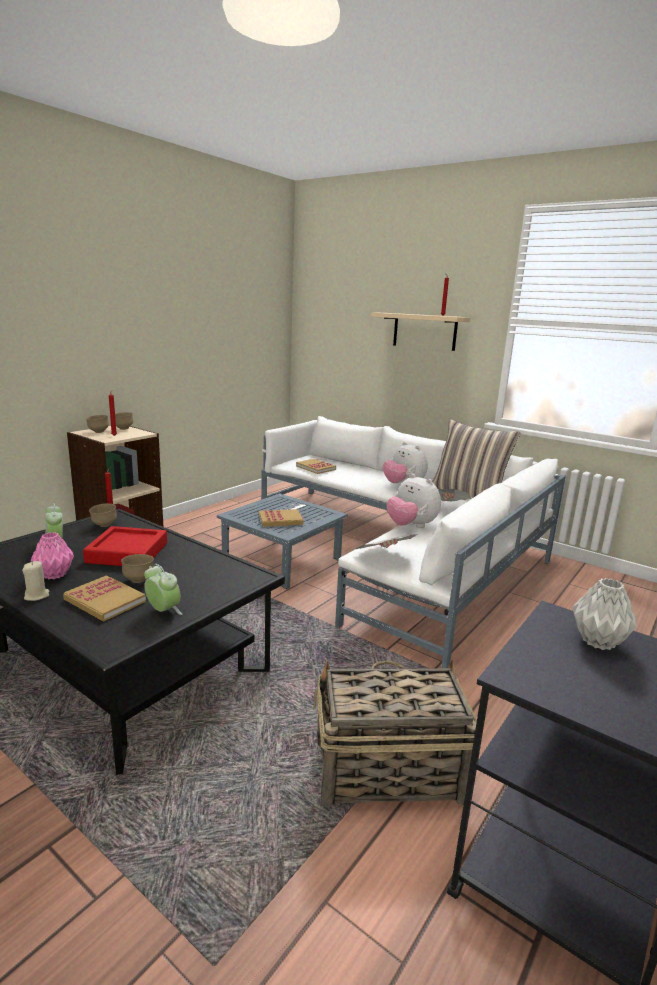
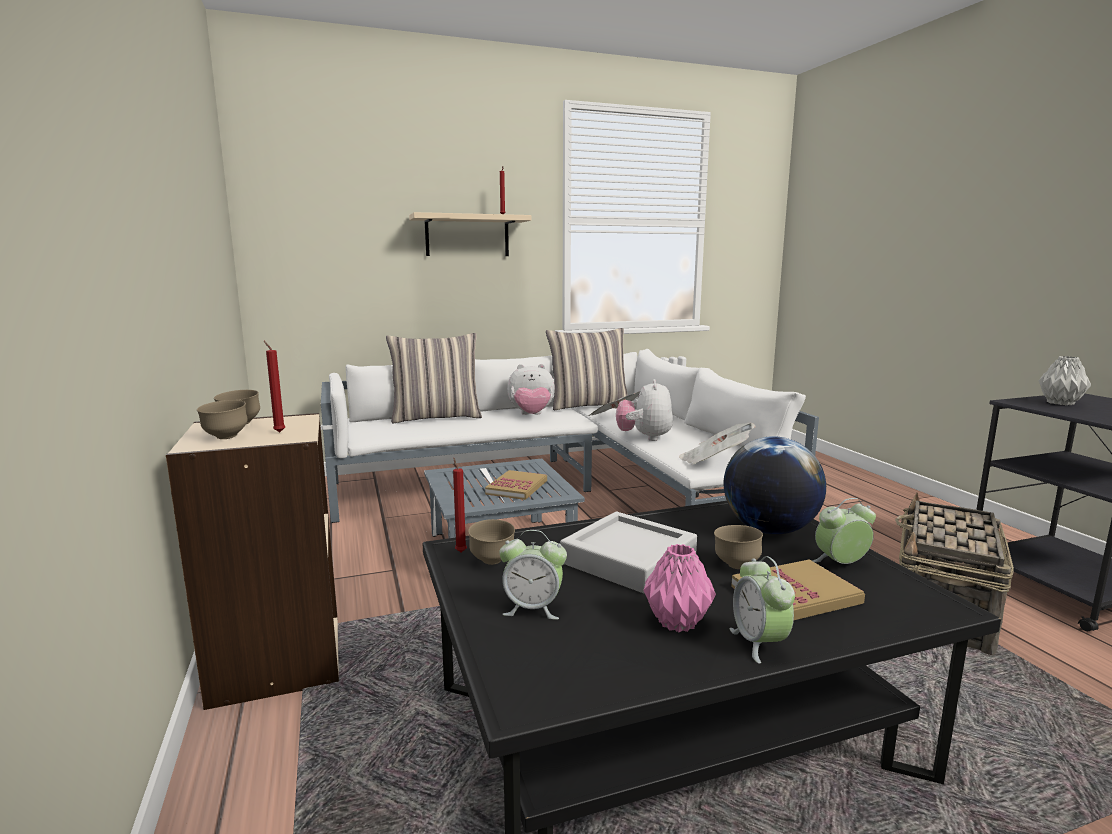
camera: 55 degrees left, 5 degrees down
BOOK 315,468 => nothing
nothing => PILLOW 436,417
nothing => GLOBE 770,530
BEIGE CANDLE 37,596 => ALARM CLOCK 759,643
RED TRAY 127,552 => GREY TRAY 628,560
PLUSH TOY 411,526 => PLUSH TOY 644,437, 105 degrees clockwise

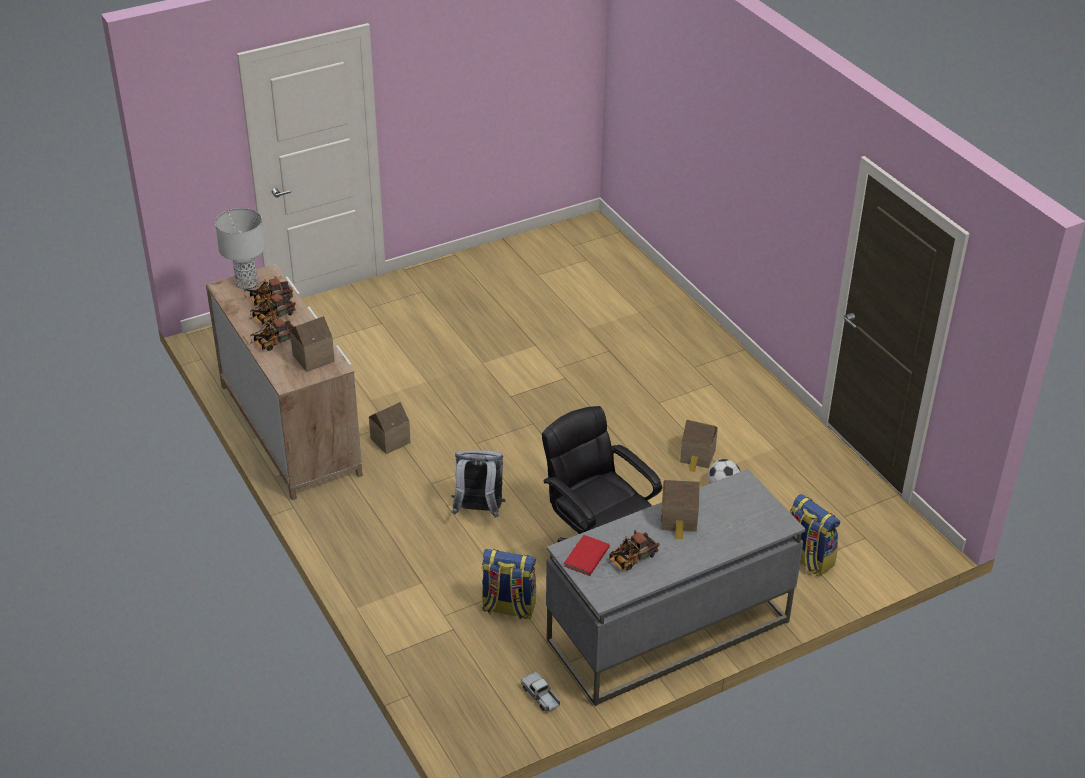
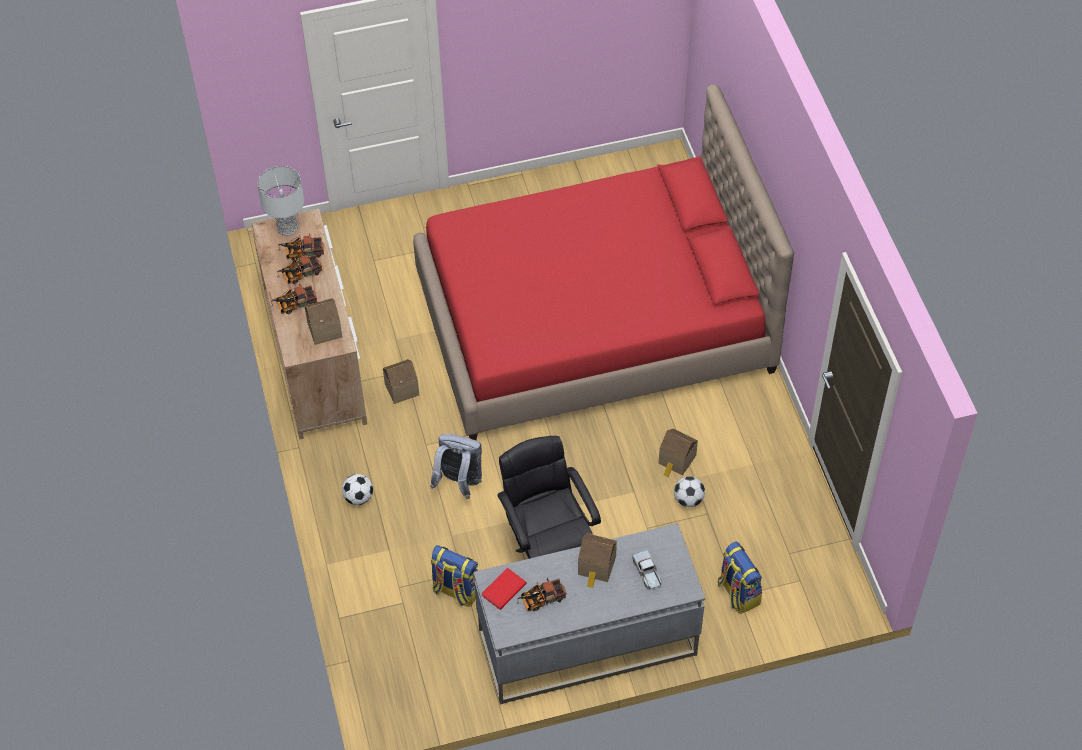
camera: 15 degrees right, 15 degrees up
nothing => FOOTBALL 358,497
nothing => RED BED 594,322
TOY TRUCK 541,696 => TOY TRUCK 647,573, relocated

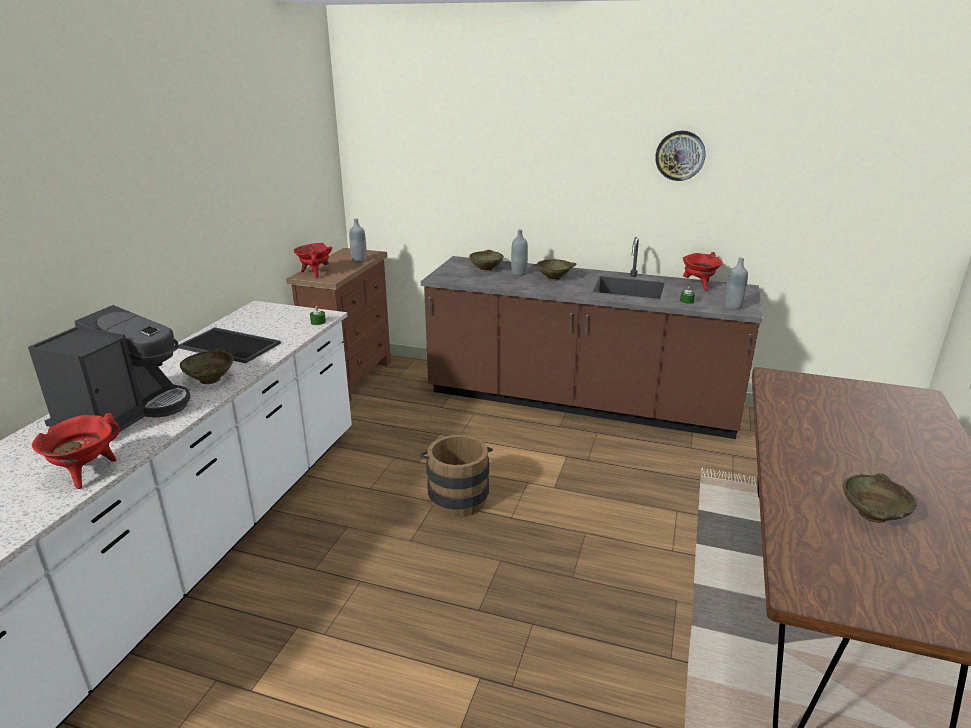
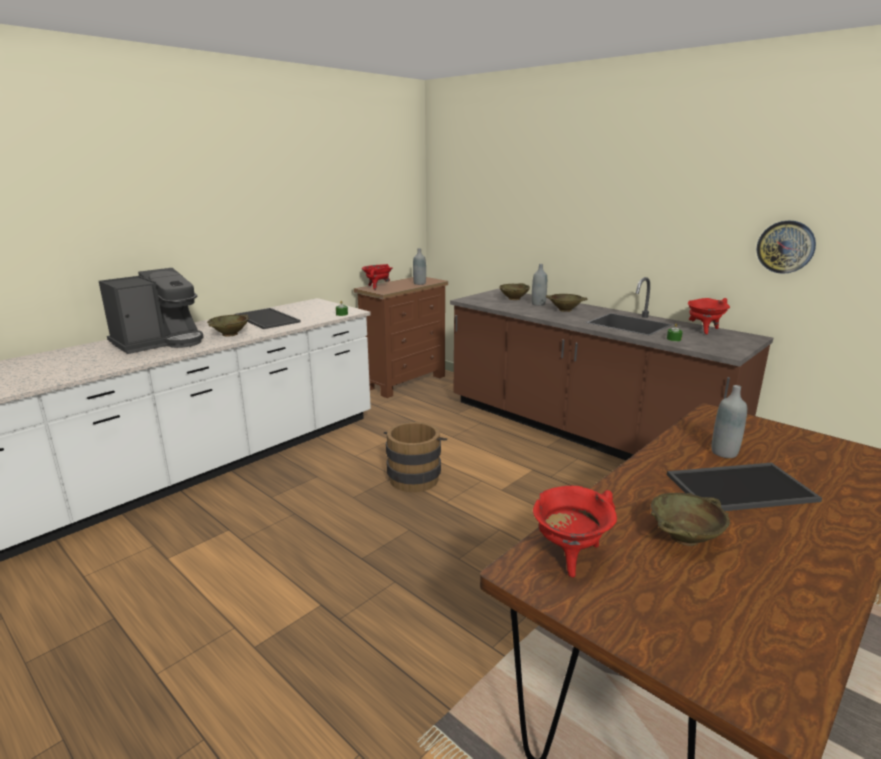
camera: 25 degrees right, 5 degrees down
nothing => TRAY 740,486
RED COOKING POT 86,473 => RED COOKING POT 569,556, relocated
WALL CLOCK 680,155 => WALL CLOCK 785,247, relocated
GREY BOTTLE 733,307 => GREY BOTTLE 724,453, relocated

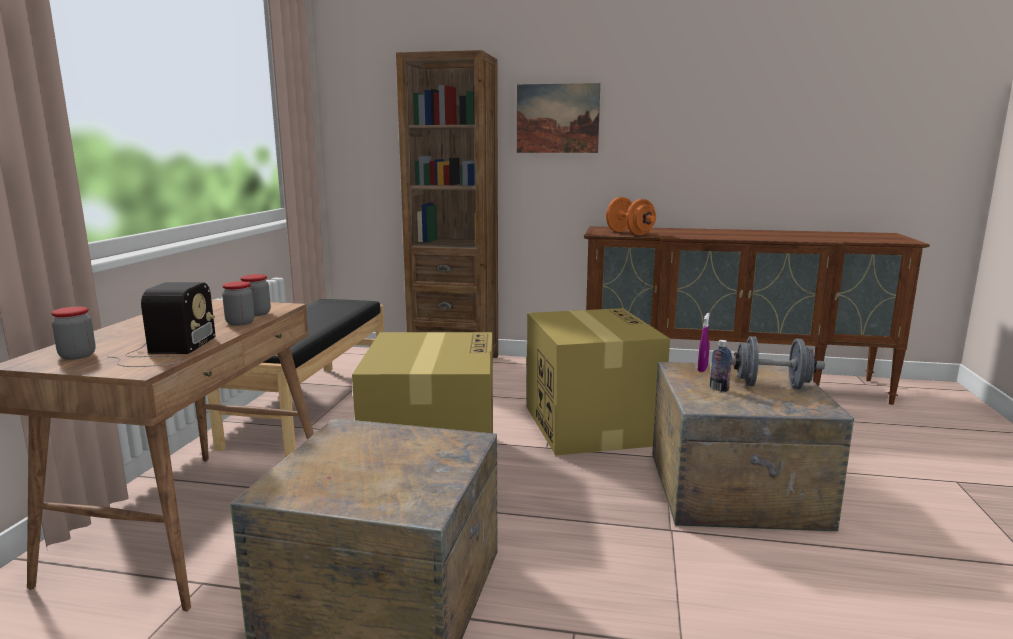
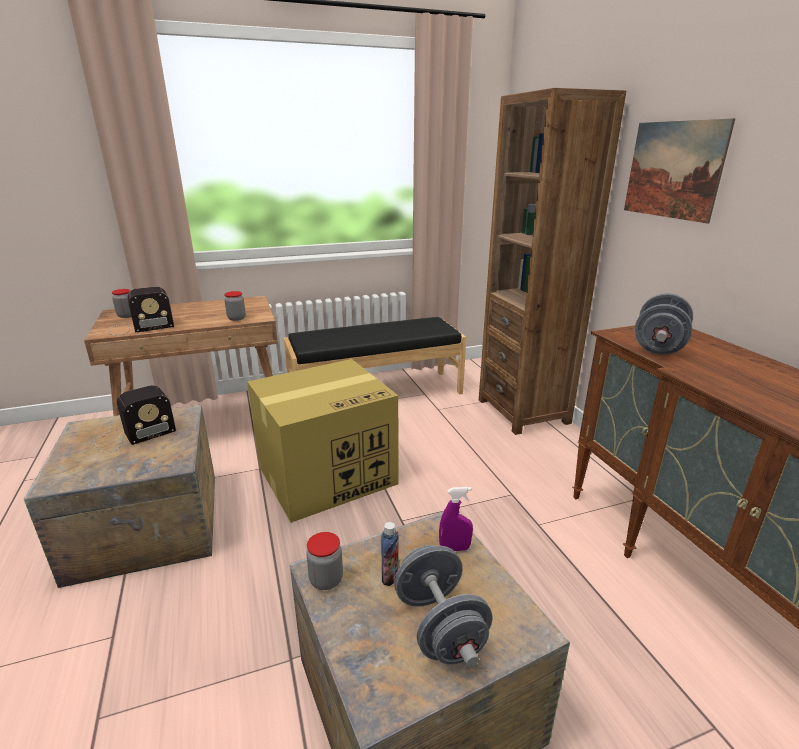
camera: 60 degrees right, 10 degrees up
CARDBOARD BOX 589,424 => nothing
nothing => RADIO 132,436
JAR 240,323 => JAR 326,580, relocated
ORANGE DUMBBELL 629,233 => GREY DUMBBELL 658,346

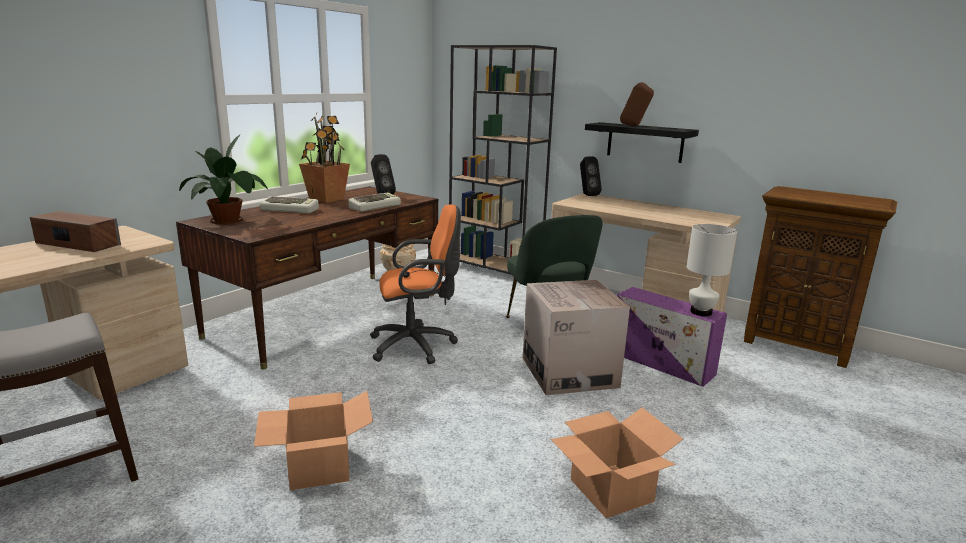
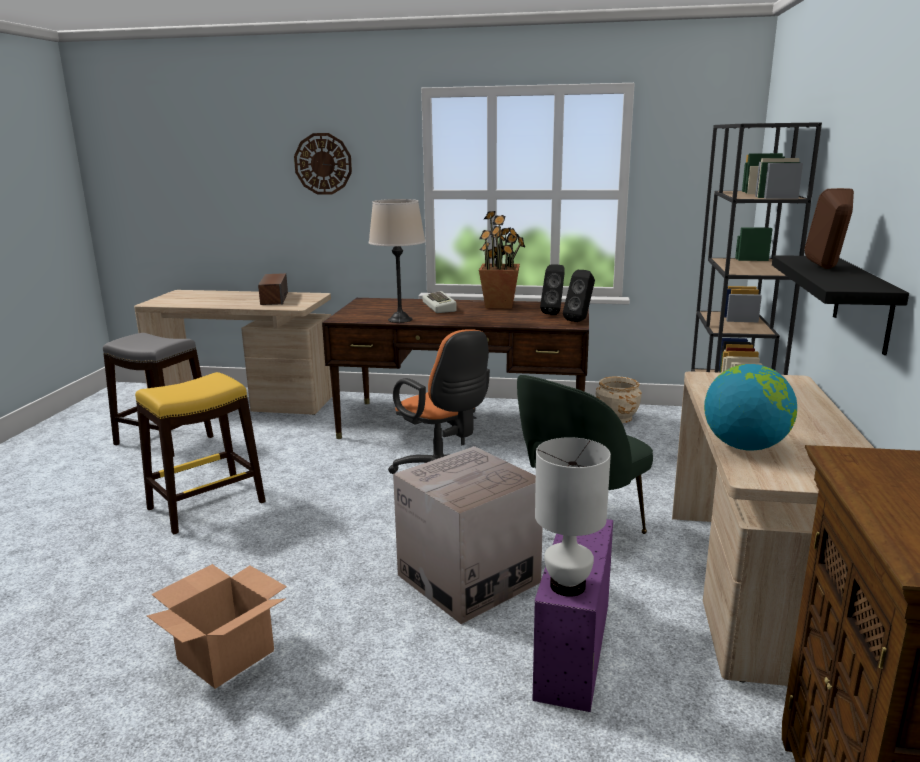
camera: 65 degrees right, 0 degrees up
POTTED PLANT 229,220 => nothing
KEYBOARD 374,206 => nothing
nothing => WALL CLOCK 323,164
nothing => BEIGE TABLE LAMP 400,319
nothing => GLOBE 745,446
BLACK SPEAKER 587,195 => BLACK SPEAKER 580,320, relocated
CARDBOARD BOX 320,467 => YELLOW STOOL 207,505

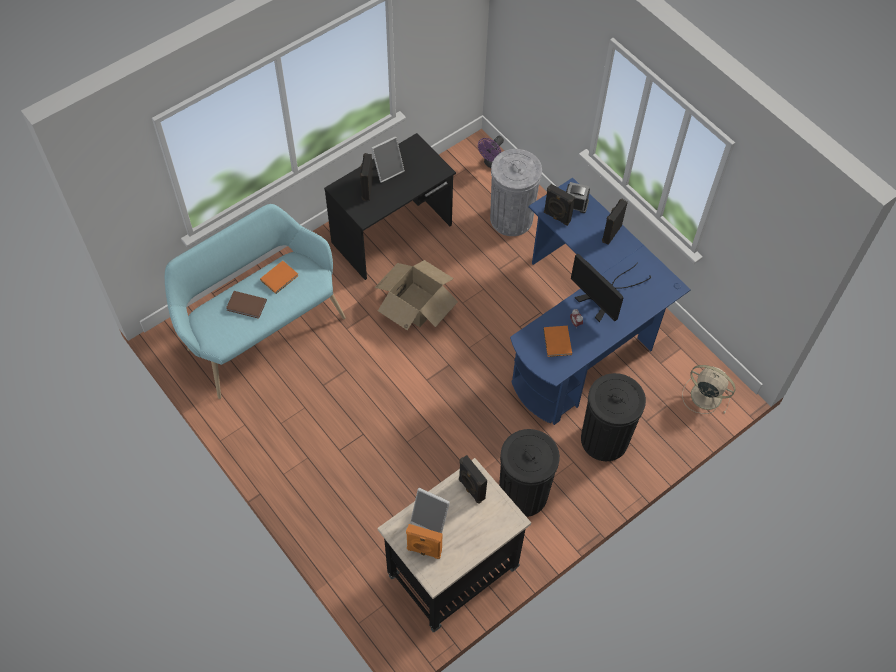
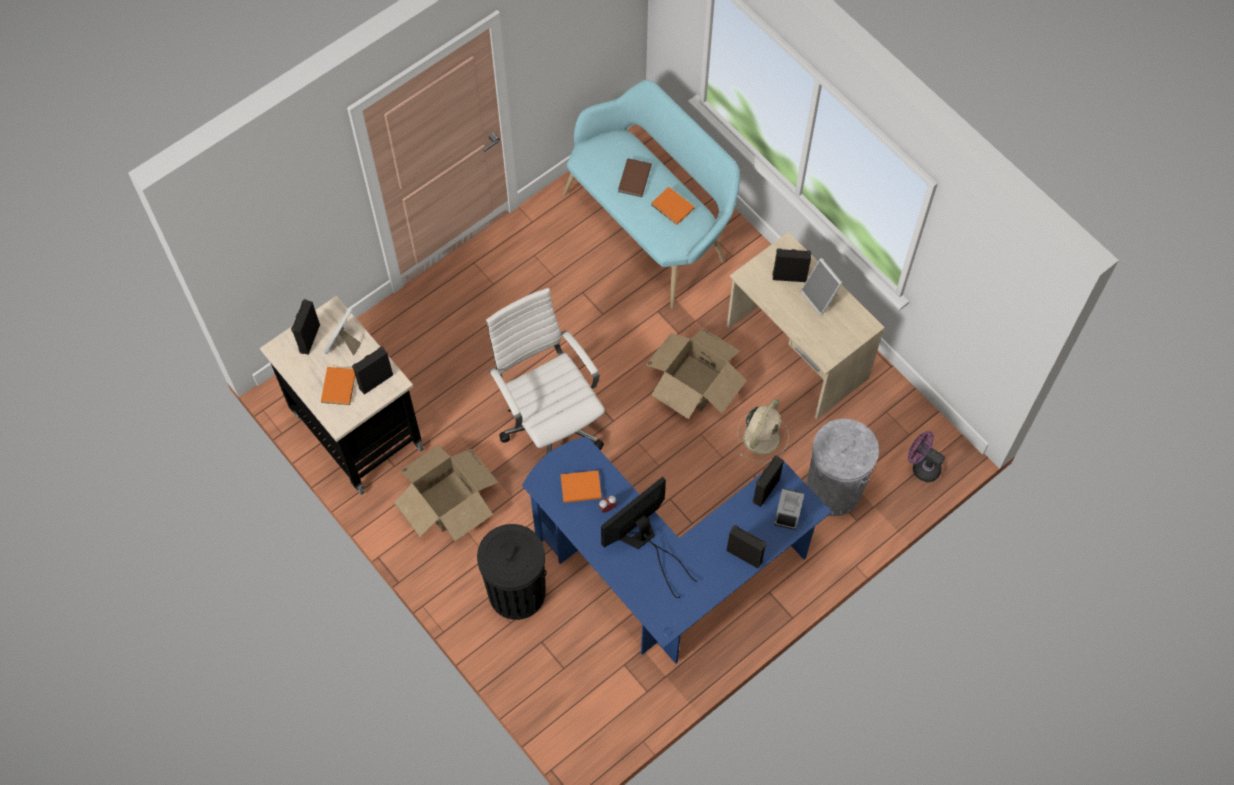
camera: 90 degrees right, 5 degrees up
nothing => ORANGE BOOK 339,386
nothing => WHITE OFFICE CHAIR 550,424
BEIGE FAN 705,395 => BEIGE FAN 762,436, relocated
BLACK TRASH CAN 523,494 => CARDBOARD BOX 448,501
BLACK DESK 393,234 => BEIGE DESK 796,353
ORANGE SPEAKER 424,551 => BLACK SPEAKER 308,338

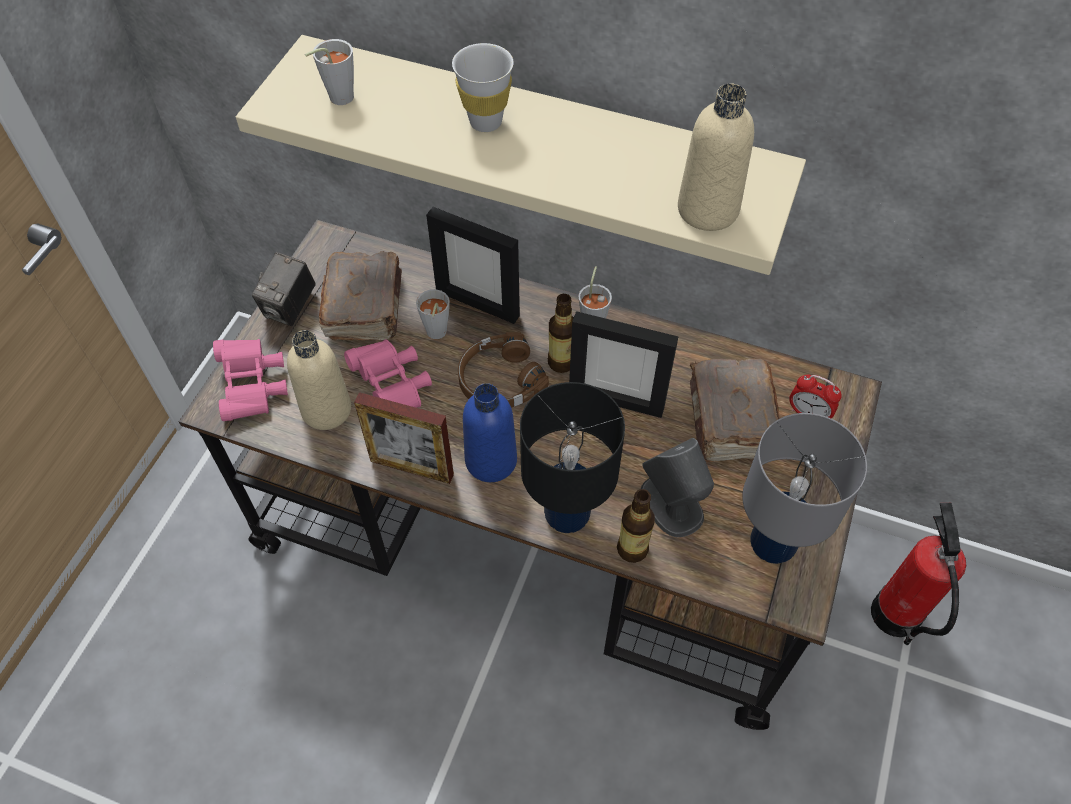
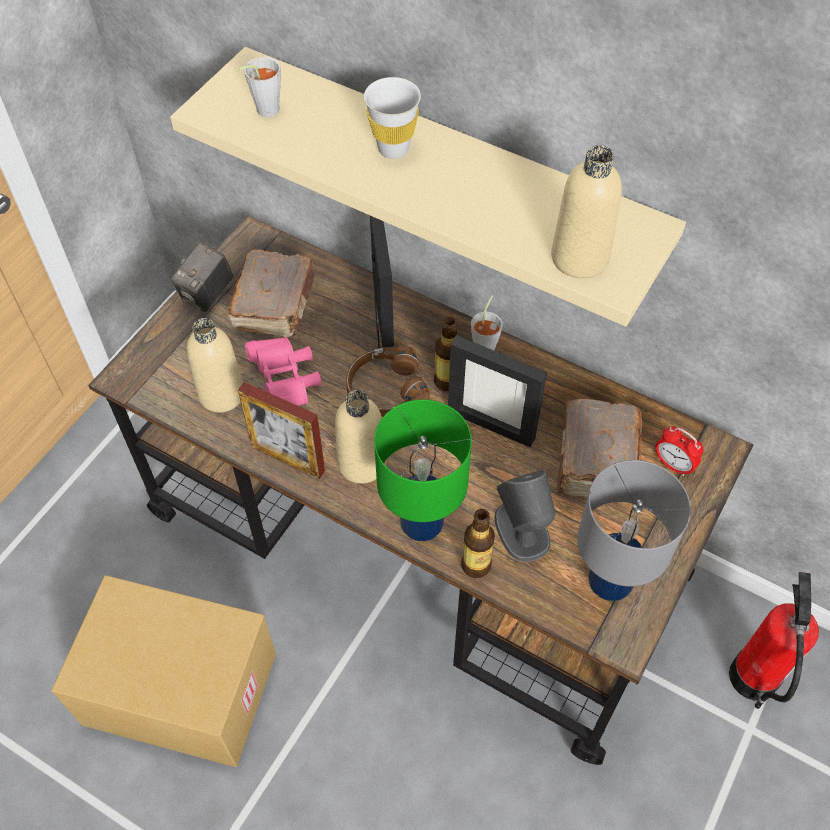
camera: 10 degrees right, 0 degrees up
PINK BINOCULARS 253,387 => nothing
GREY CUP 435,335 => nothing
nothing => CARDBOARD BOX 178,691
BLUE BOTTLE 491,460 => BEIGE BOTTLE 362,463
BLACK TABLE LAMP 567,512 => GREEN TABLE LAMP 422,522
PICTURE FRAME 478,302 => PICTURE FRAME 381,313, 135 degrees counterclockwise

